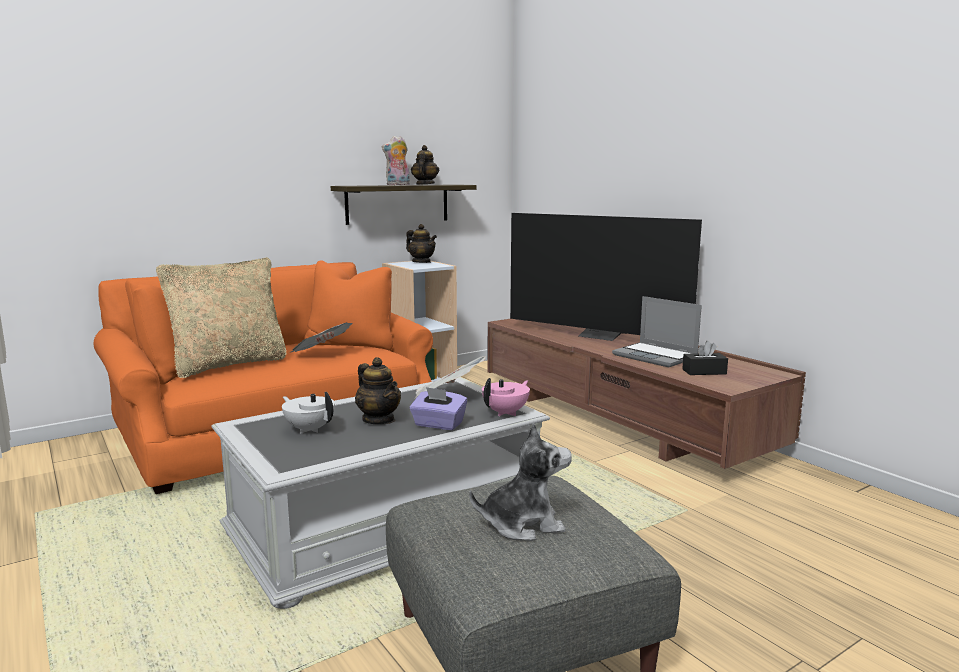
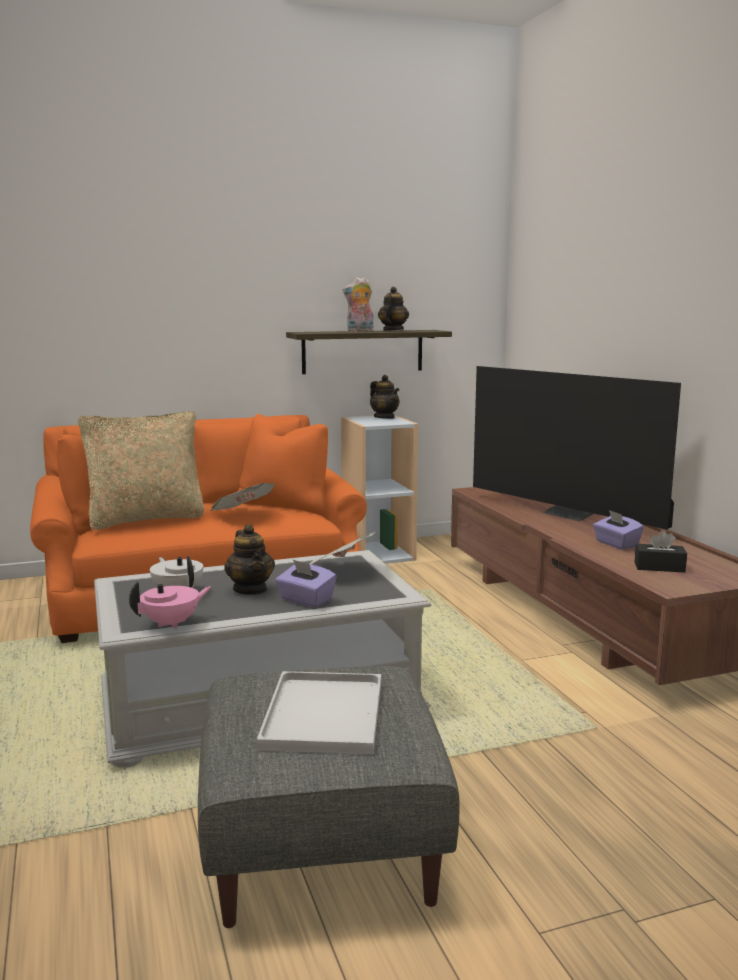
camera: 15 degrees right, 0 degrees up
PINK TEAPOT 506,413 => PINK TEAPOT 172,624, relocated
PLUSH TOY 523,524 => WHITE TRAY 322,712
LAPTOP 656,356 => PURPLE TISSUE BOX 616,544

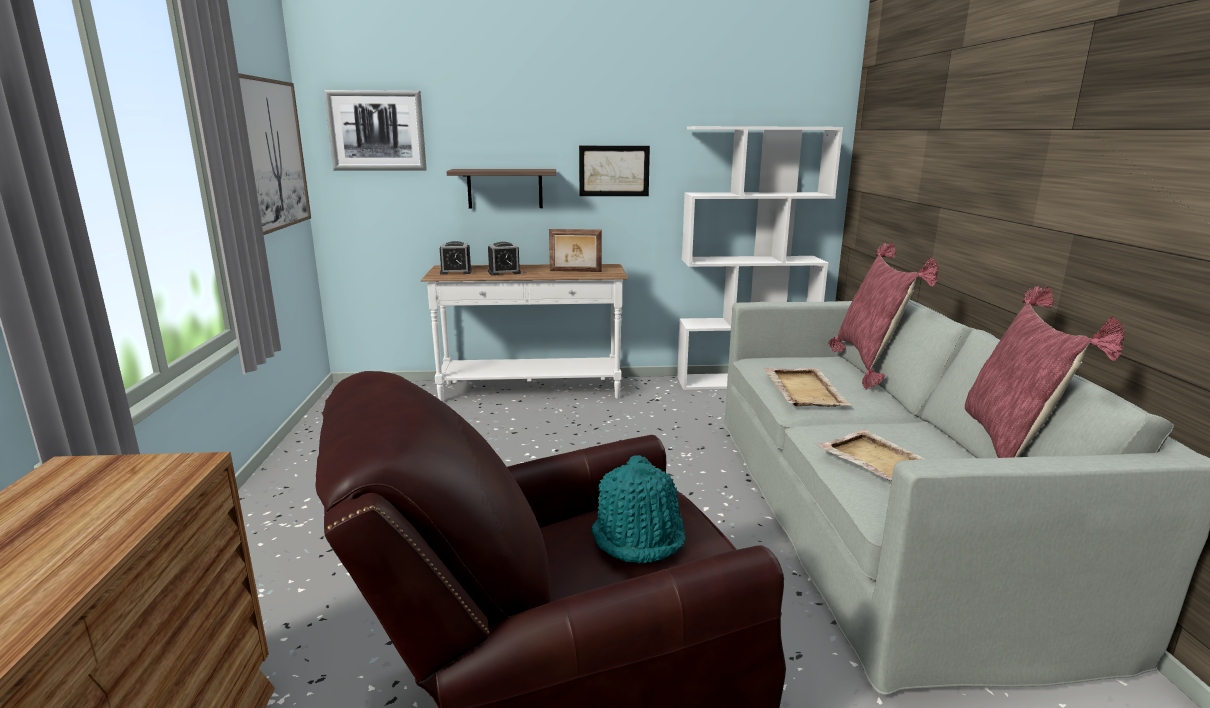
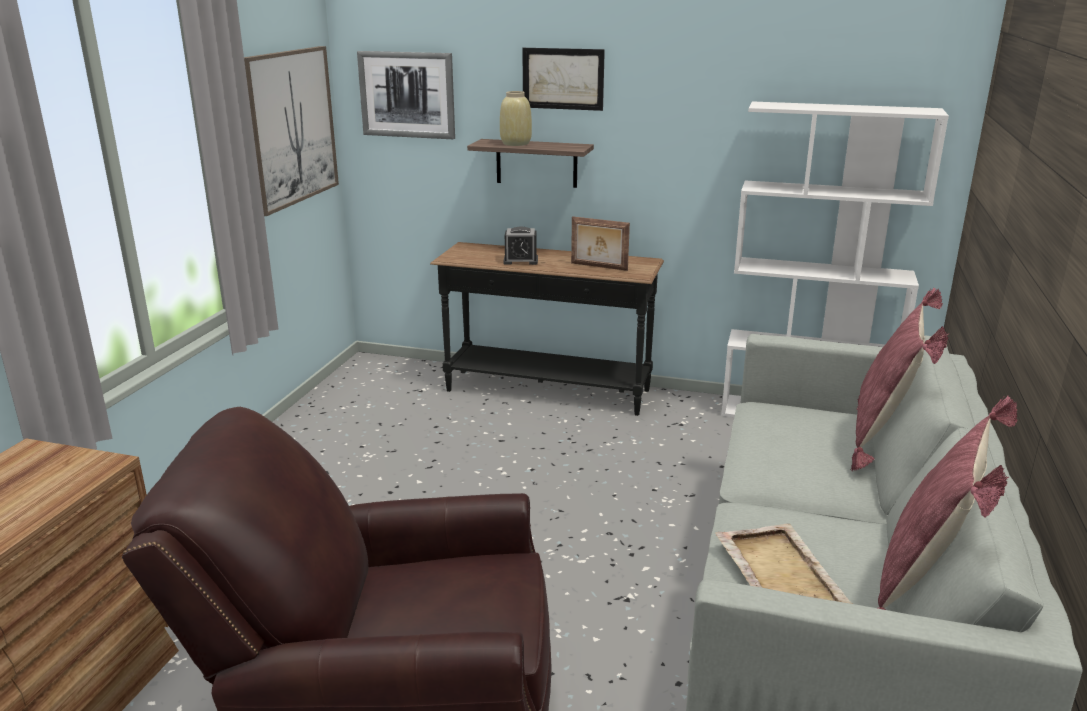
camera: 20 degrees right, 5 degrees up
ALARM CLOCK 456,272 => nothing
TURQUOISE HAT 639,535 => nothing
BEIGE TRAY 804,389 => nothing
nothing => BEIGE VASE 516,143
PICTURE 614,171 => PICTURE 563,79, relocated
WHITE CONSOLE TABLE 530,391 => BLACK CONSOLE TABLE 547,391

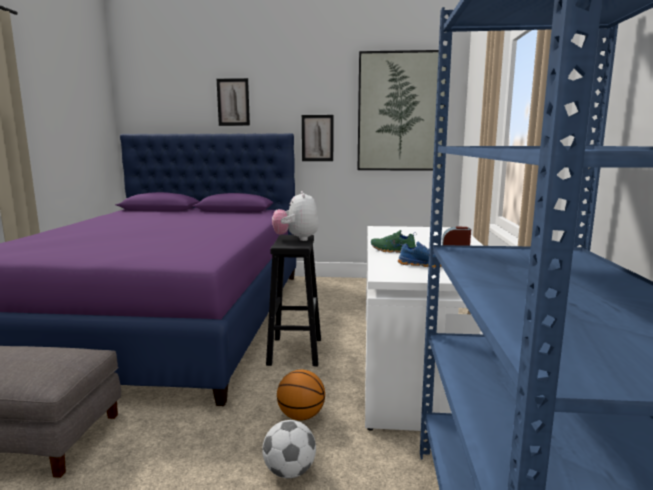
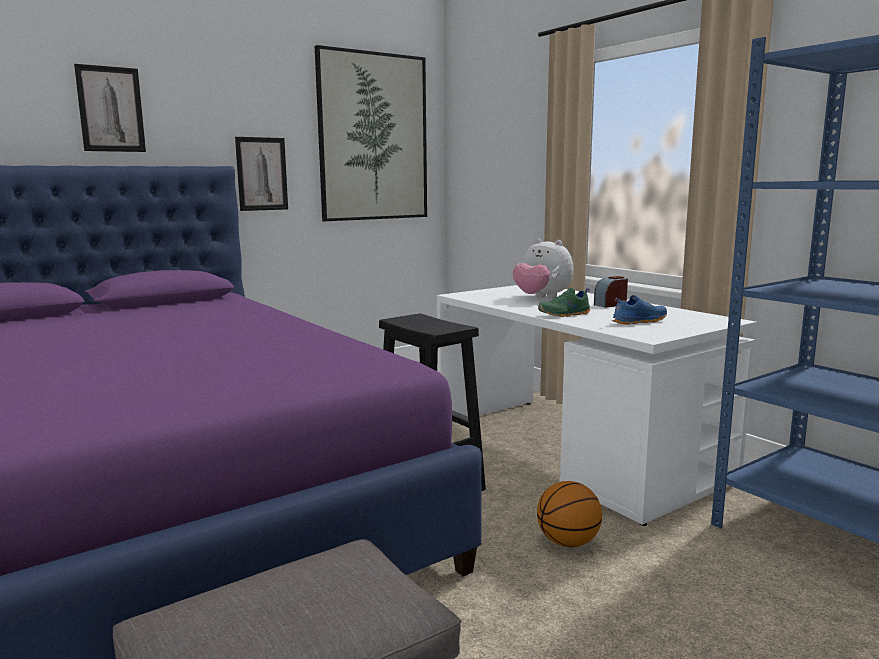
camera: 40 degrees left, 0 degrees up
FOOTBALL 289,471 => nothing
PLUSH TOY 296,239 => PLUSH TOY 541,298, relocated

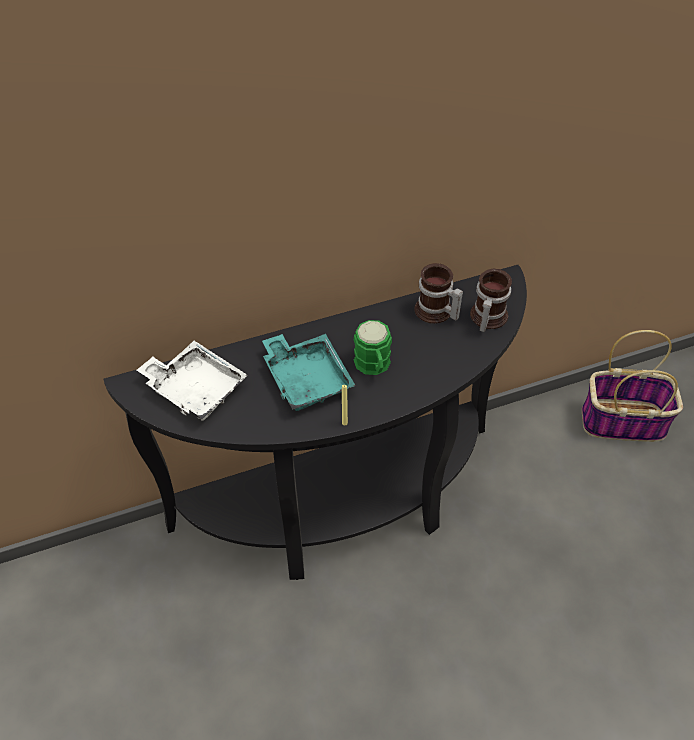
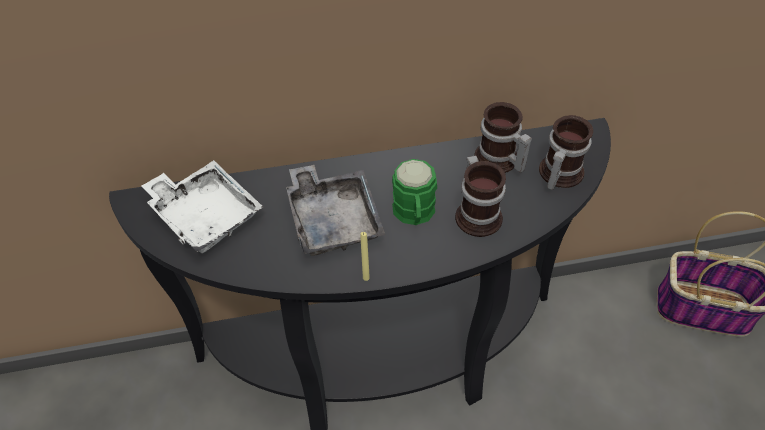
camera: 10 degrees right, 0 degrees up
nothing => MUG 479,214
TURQUOISE TRAY 306,379 => GREY TRAY 333,219

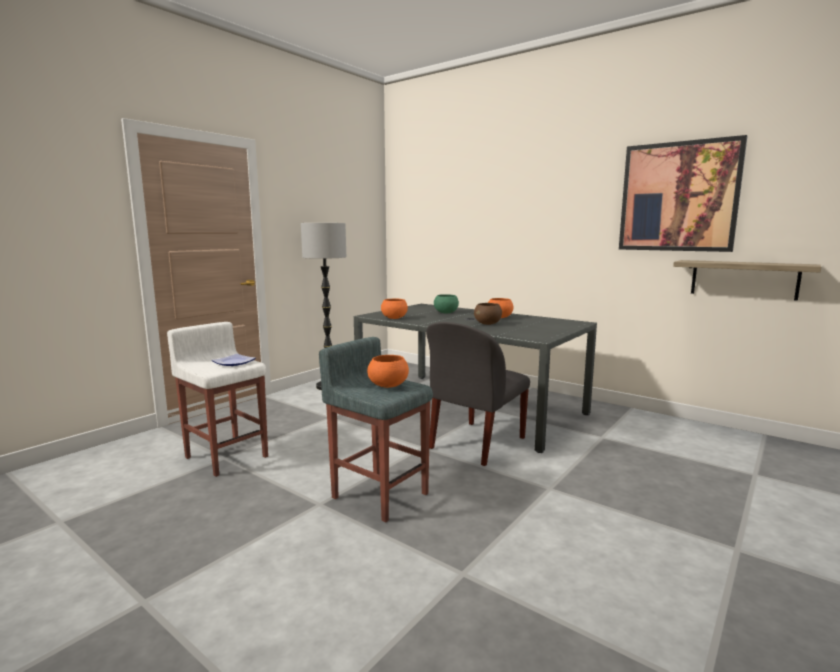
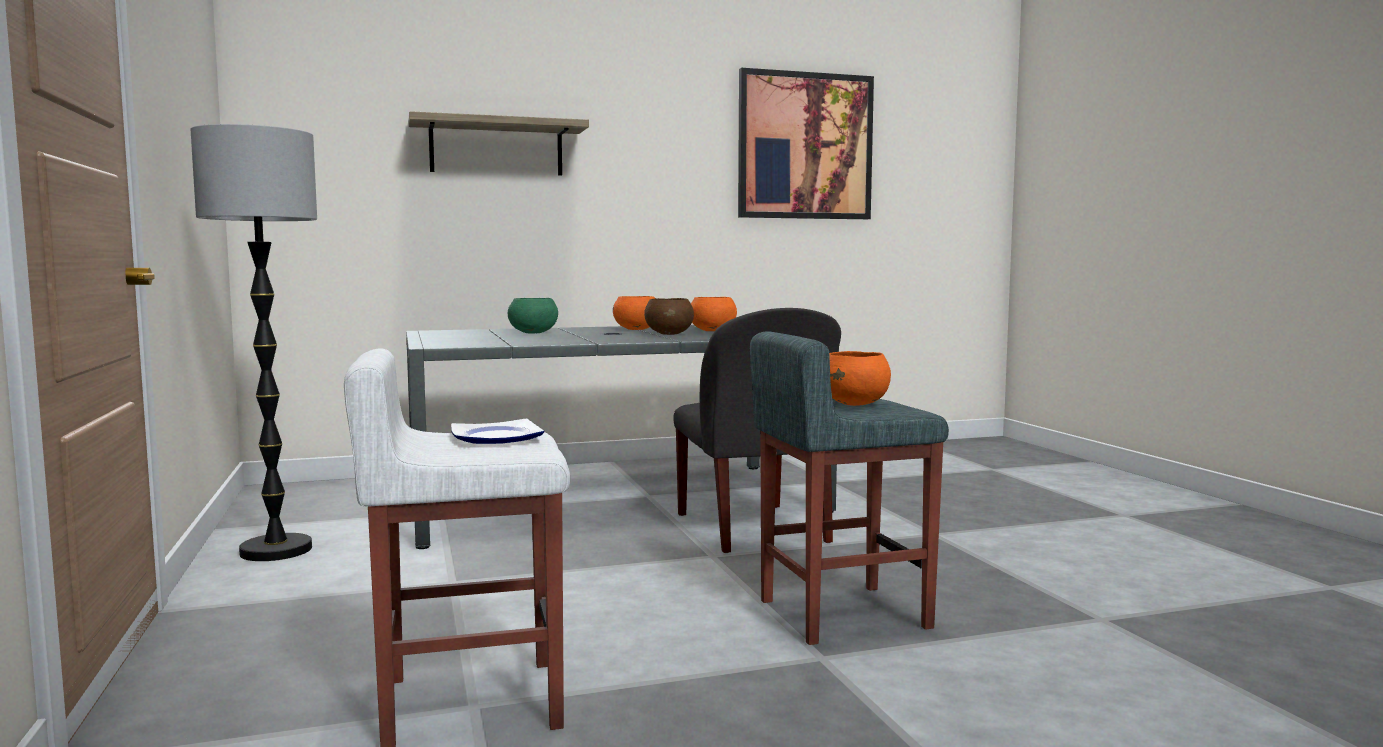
camera: 55 degrees left, 5 degrees down
ORANGE BOWL 394,318 => ORANGE BOWL 713,331, relocated
SHELF 743,279 => SHELF 496,148, relocated

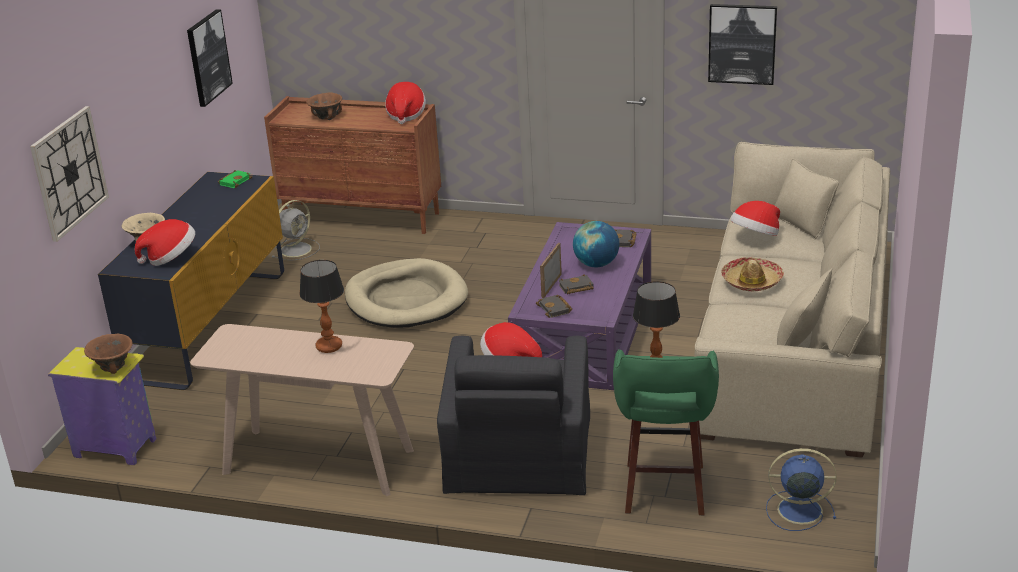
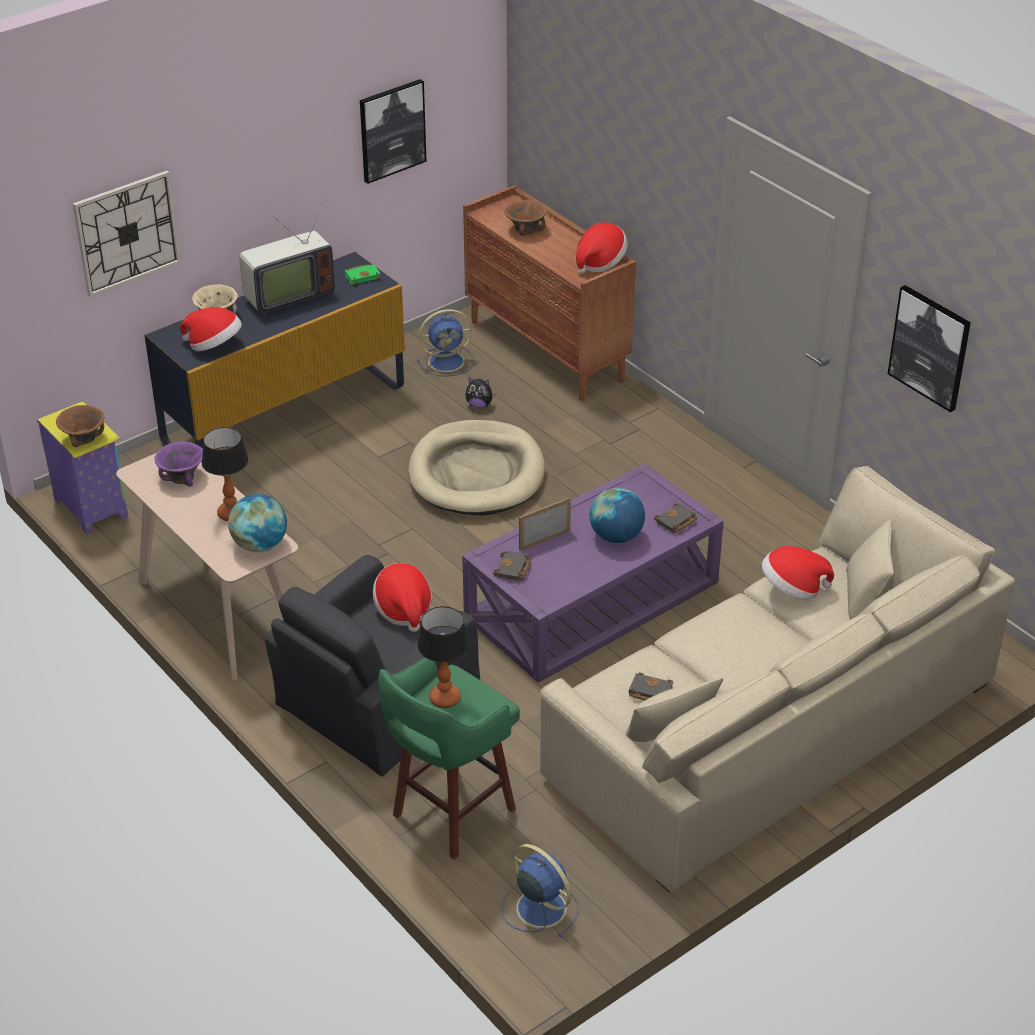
camera: 35 degrees right, 10 degrees up
HAT 752,281 => nothing
nothing => PURPLE BOWL 182,477
nothing => GLOBE 260,545
nothing => TELEVISION 286,296
nothing => PLUSH TOY 479,405
BLACK BOOK 575,288 => BLACK BOOK 649,692, relocated
GREY FAN 297,249 => BLUE FAN 448,361

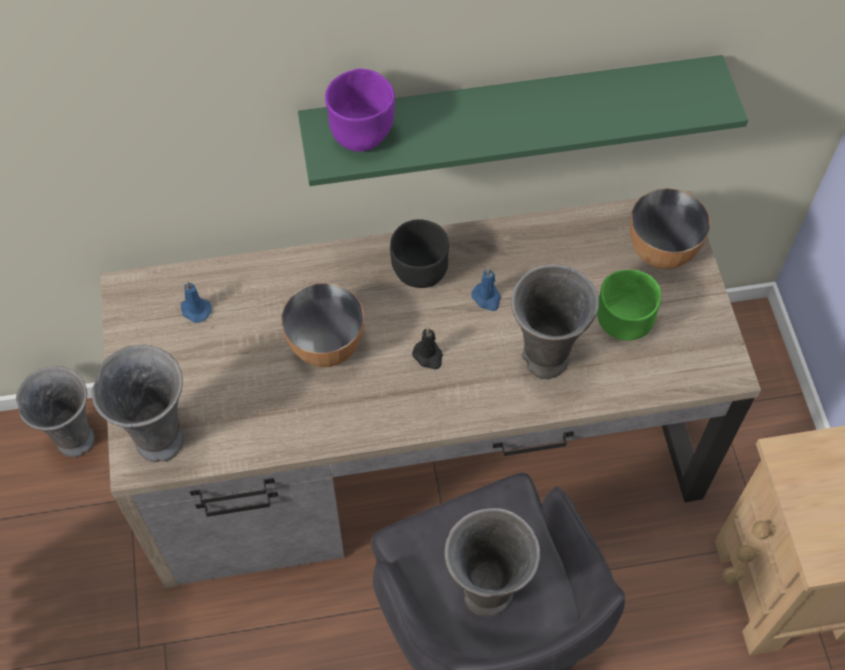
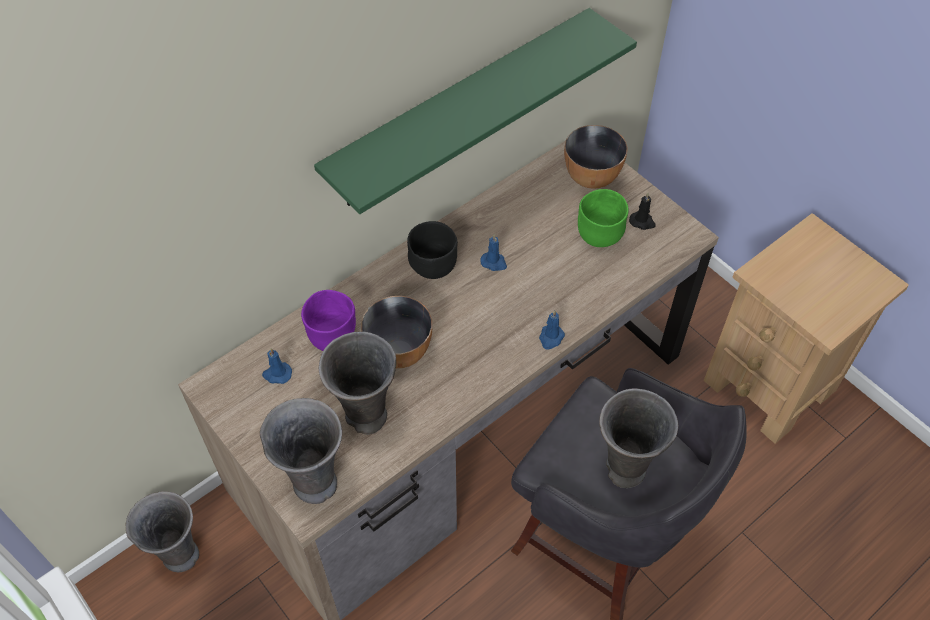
camera: 30 degrees left, 5 degrees down
nothing => BLUE CANDLE 551,338
PURPLE BOWL 363,134 => PURPLE BOWL 333,336, relocated
BLACK CANDLE 428,356 => BLACK CANDLE 642,222, relocated
GREY VASE 544,360 => GREY VASE 366,418, relocated

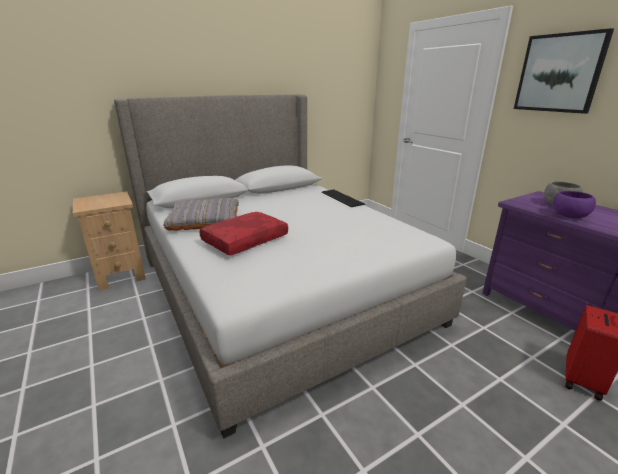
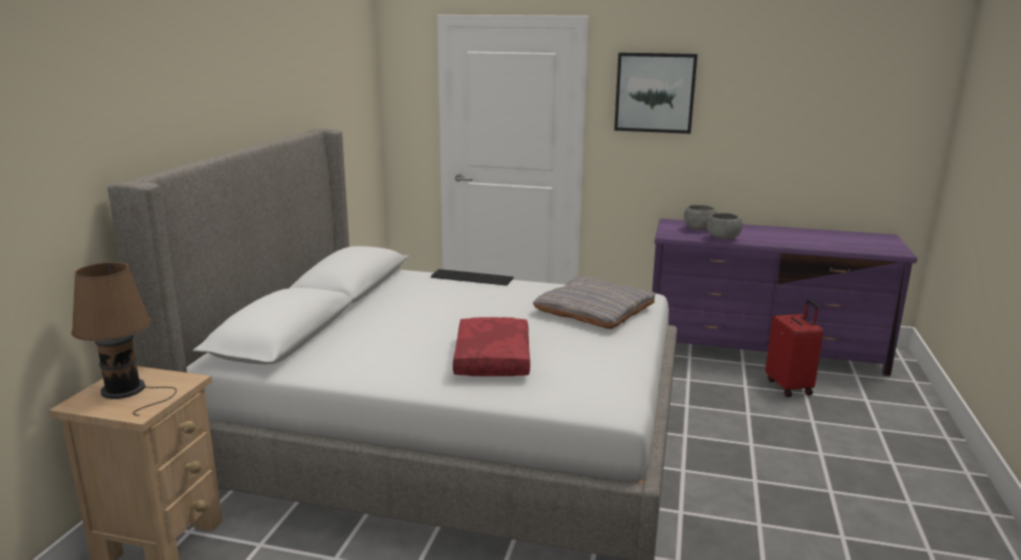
camera: 45 degrees left, 5 degrees down
nothing => BROWN TABLE LAMP 127,391
GREY PILLOW 205,220 => GREY PILLOW 594,310, relocated
PURPLE BOWL 569,216 => GREY BOWL 723,238

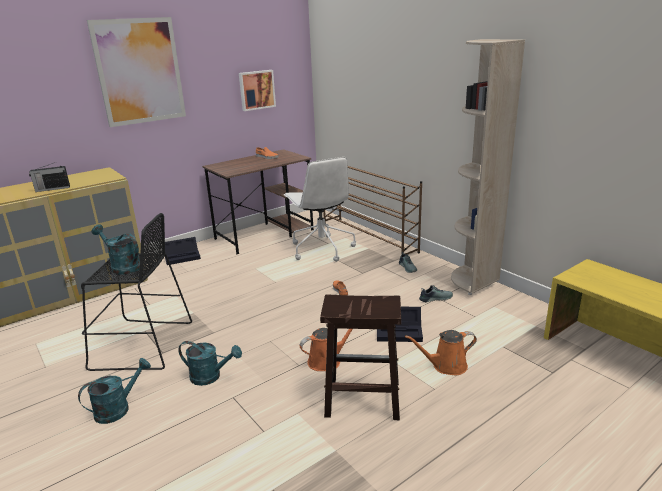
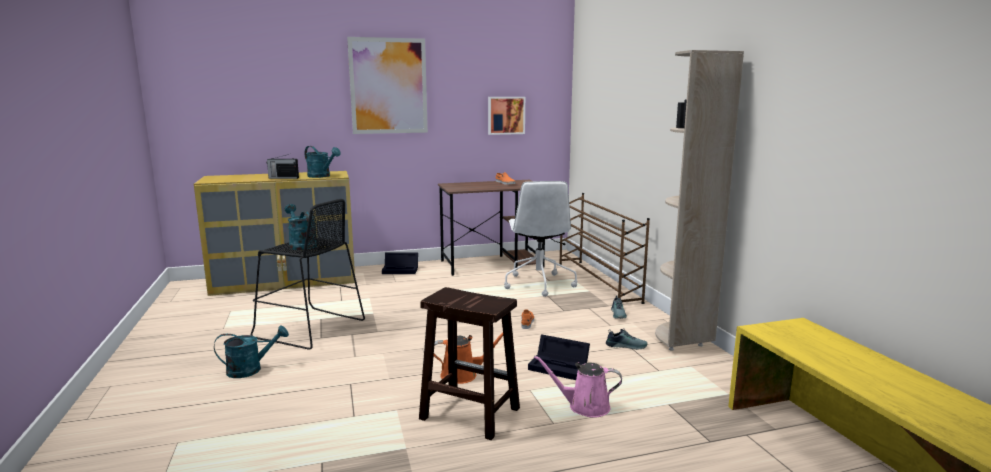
camera: 20 degrees right, 10 degrees down
TURQUOISE WATERING CAN 211,376 => TURQUOISE WATERING CAN 322,176, relocated
ORANGE WATERING CAN 446,366 => PINK WATERING CAN 584,406

